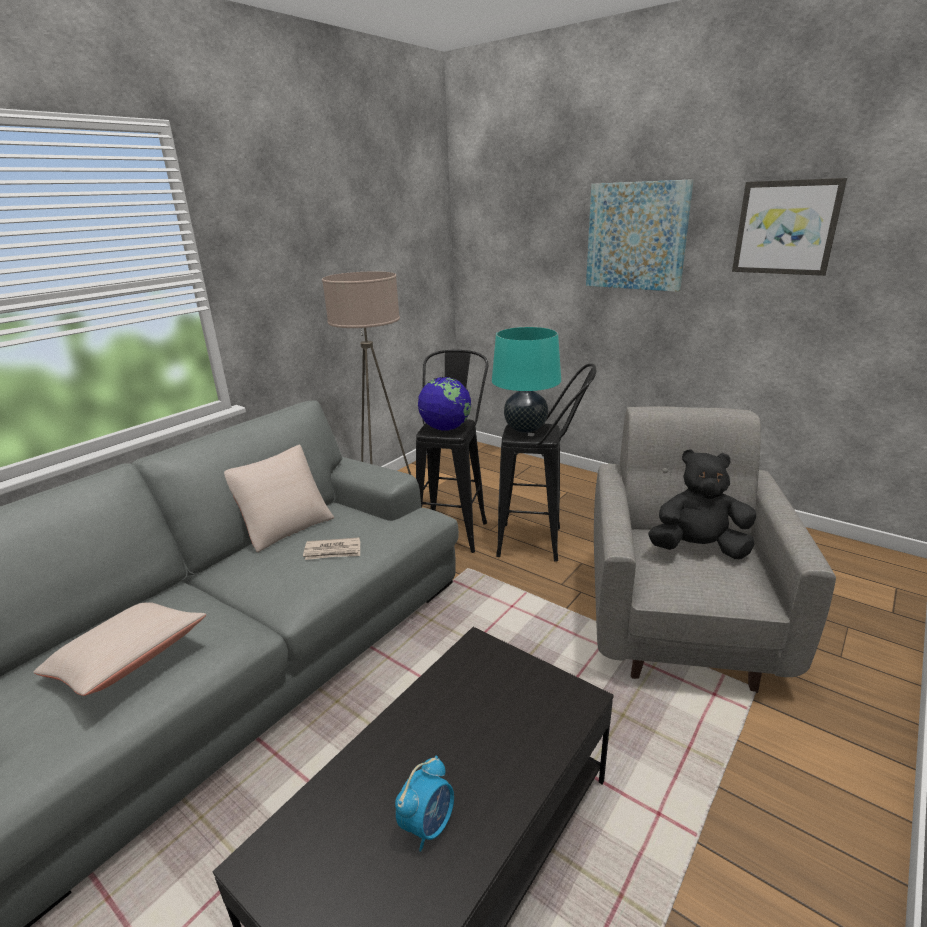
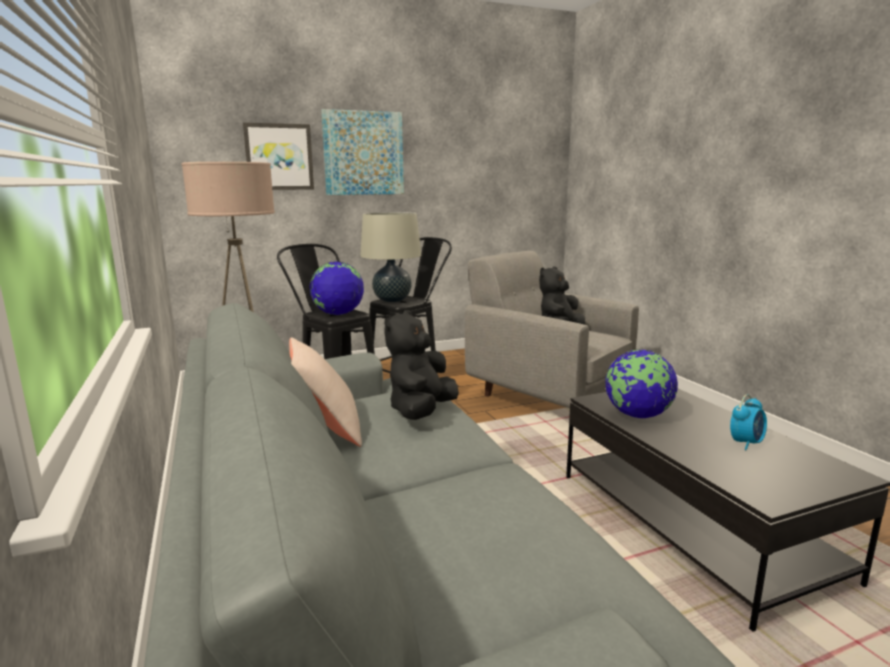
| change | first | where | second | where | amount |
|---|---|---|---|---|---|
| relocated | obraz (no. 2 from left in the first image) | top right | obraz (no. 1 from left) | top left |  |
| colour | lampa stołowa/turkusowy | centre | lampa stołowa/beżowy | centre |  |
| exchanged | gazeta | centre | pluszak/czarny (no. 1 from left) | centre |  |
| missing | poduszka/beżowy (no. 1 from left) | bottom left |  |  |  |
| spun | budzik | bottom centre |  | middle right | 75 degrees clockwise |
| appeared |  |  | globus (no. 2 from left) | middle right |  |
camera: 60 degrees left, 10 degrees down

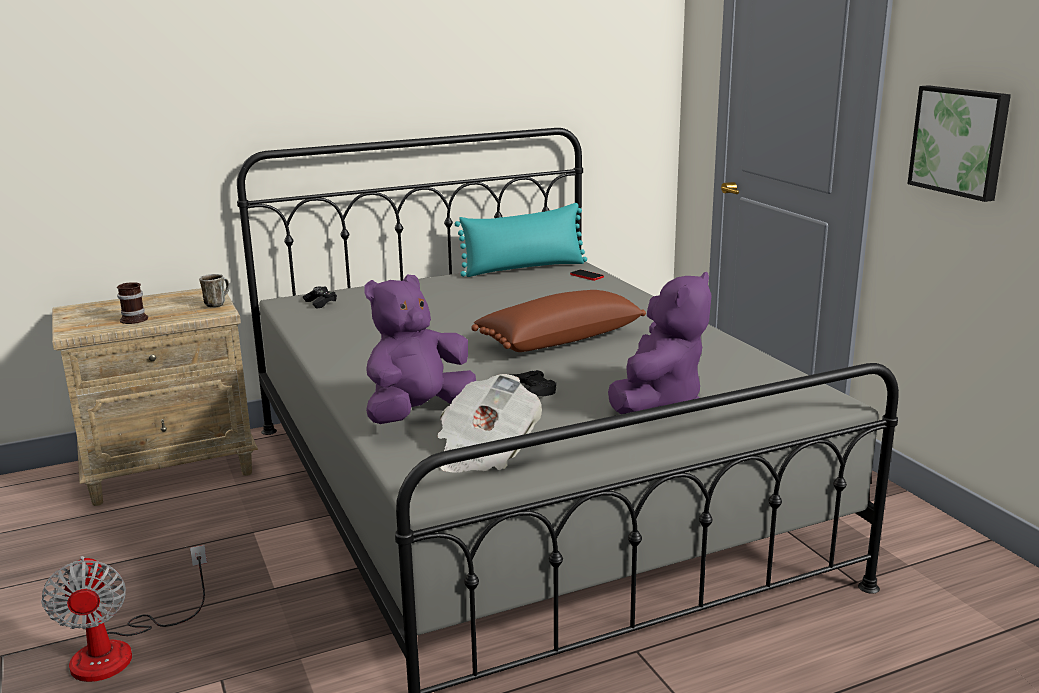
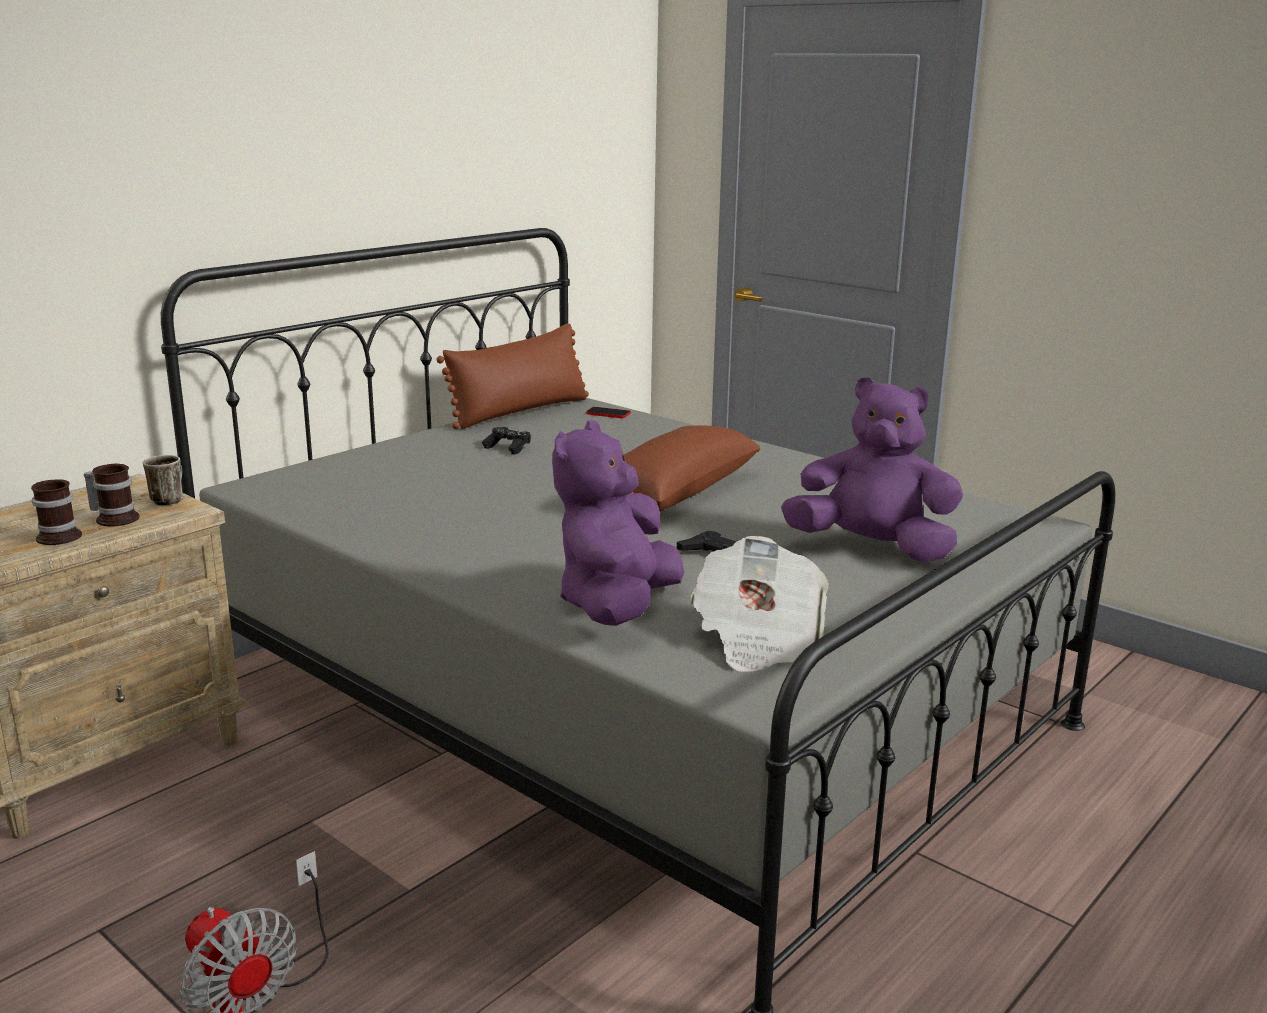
| change | first | where | second | where | amount |
|---|---|---|---|---|---|
| missing | obraz | top right |  |  |  |
| colour | poduszka/turkusowy | centre | poduszka/brązowy (no. 1 from left) | centre |  |
| spun | pluszak/fioletowy (no. 2 from left) | centre |  | middle right | 75 degrees counterclockwise |
| relocated | pad do gier/czarny (no. 1 from left) | middle left |  | centre |  |
| appeared |  |  | kubek (no. 2 from left) | middle left |  |
camera: 25 degrees left, 0 degrees up

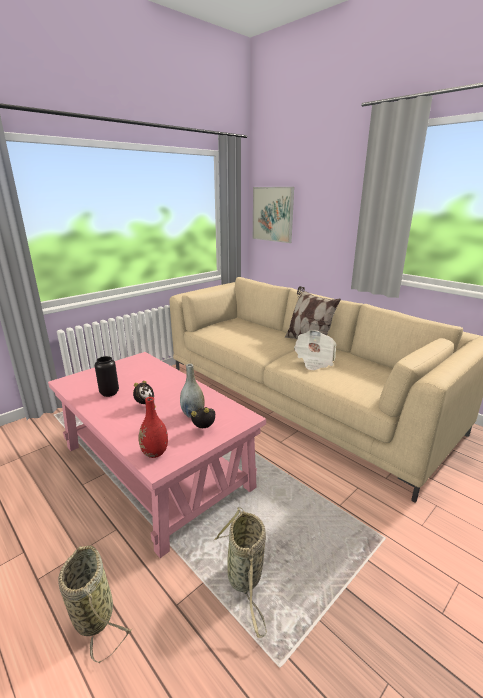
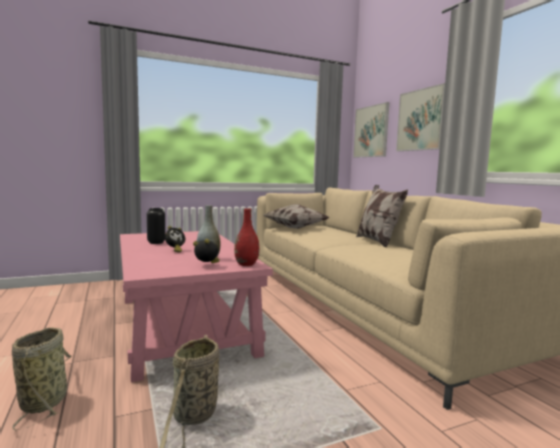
| change | first | where | second | where | amount |
|---|---|---|---|---|---|
| missing | gazeta | centre |  |  |  |
| relocated | wazon/czerwony | middle left |  | centre |  |
| appeared |  |  | obraz (no. 2 from left) | top right |  |
| appeared |  |  | poduszka (no. 1 from left) | centre |  |
camera: 20 degrees right, 15 degrees down

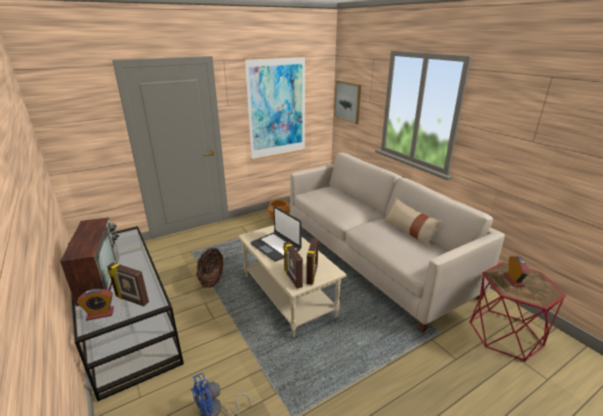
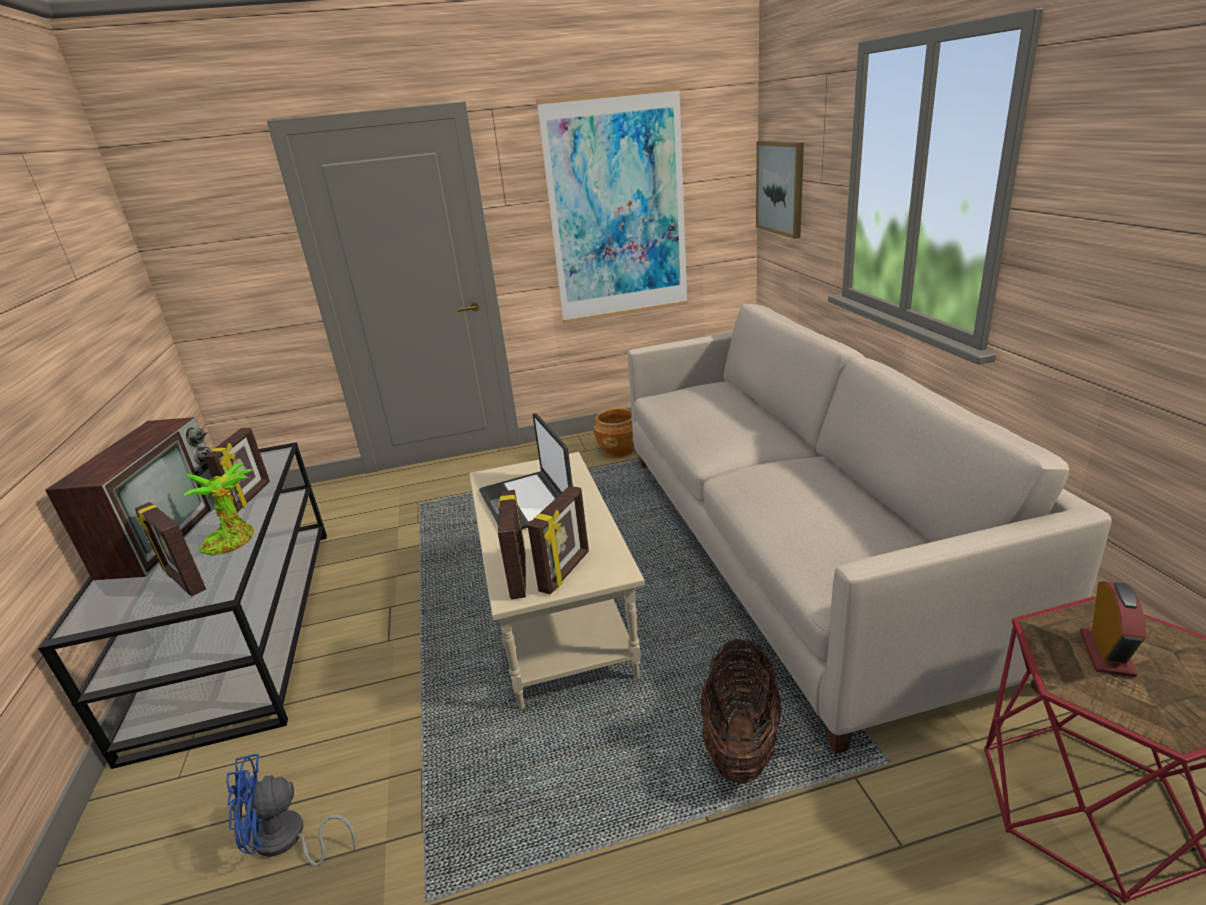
| change | first | where | second | where | amount |
|---|---|---|---|---|---|
| missing | poduszka/beżowy | middle right |  |  |  |
| relocated | koszyk | centre |  | bottom centre |  |
| missing | budzik (no. 1 from left) | bottom left |  |  |  |
| appeared |  |  | ramka na zdjęcie (no. 2 from left) | middle left |  |
| appeared |  |  | roślina doniczkowa | middle left |  |
camera: 20 degrees right, 0 degrees up

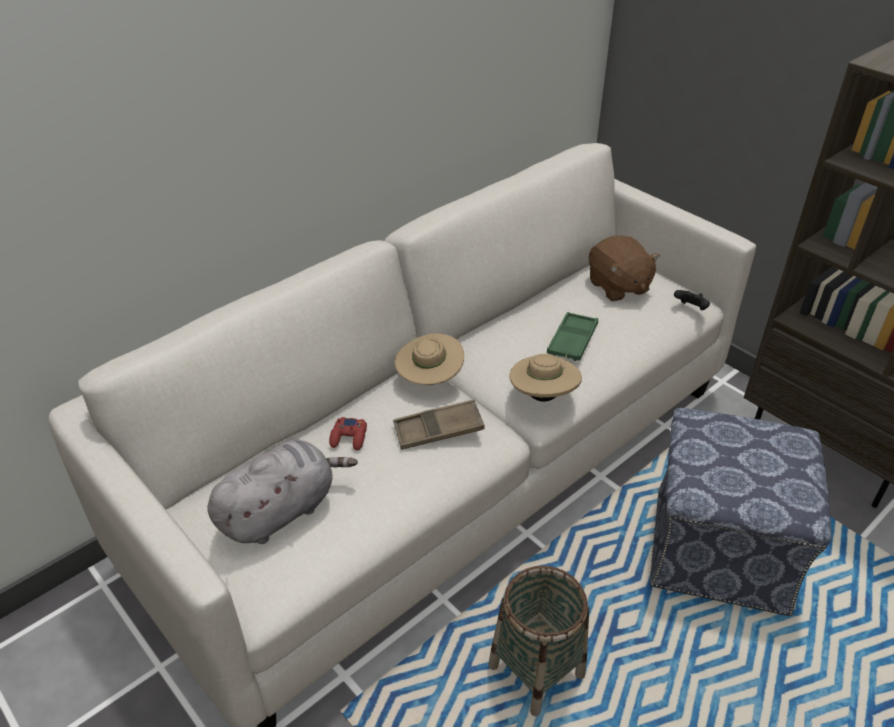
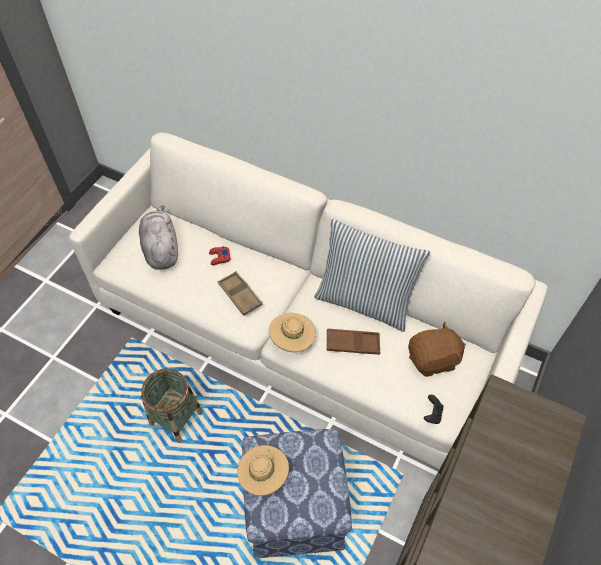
| change | first | where | second | where | amount |
|---|---|---|---|---|---|
| spun | pluszak/brązowy | middle right |  | middle right | 150 degrees counterclockwise |
| colour | taca/zielony | centre | taca/brązowy (no. 2 from left) | centre |  |
| relocated | kapelusz/beżowy (no. 1 from left) | centre |  | bottom centre |  |
| spun | pluszak/szary | bottom left |  | middle left | 135 degrees counterclockwise |
| appeared |  |  | poduszka | centre |  |
camera: 70 degrees right, 15 degrees up

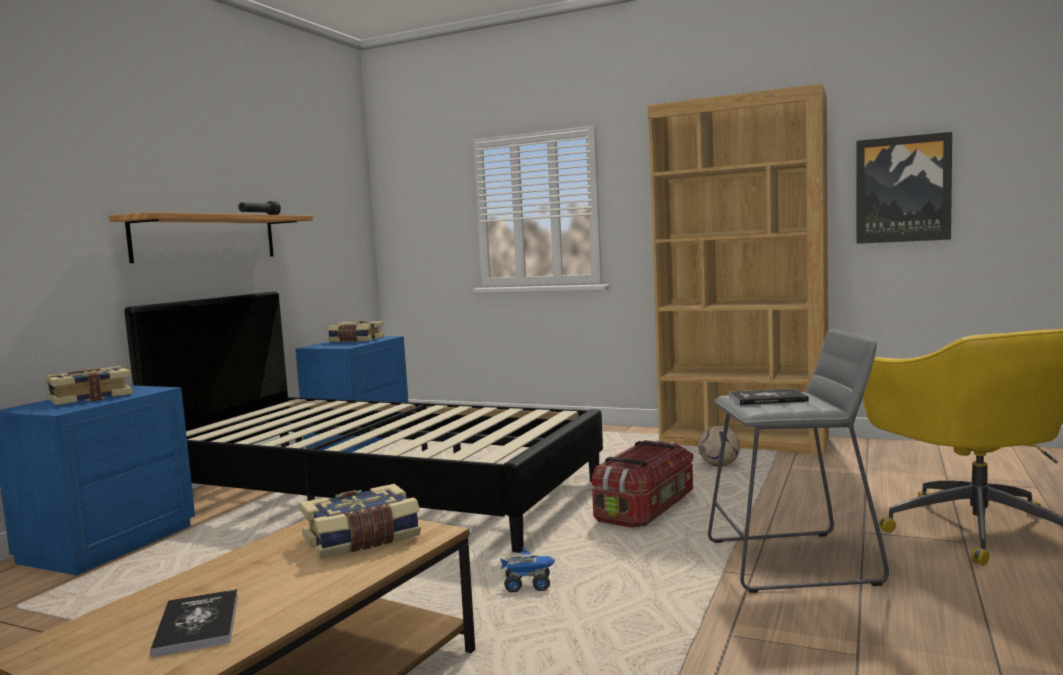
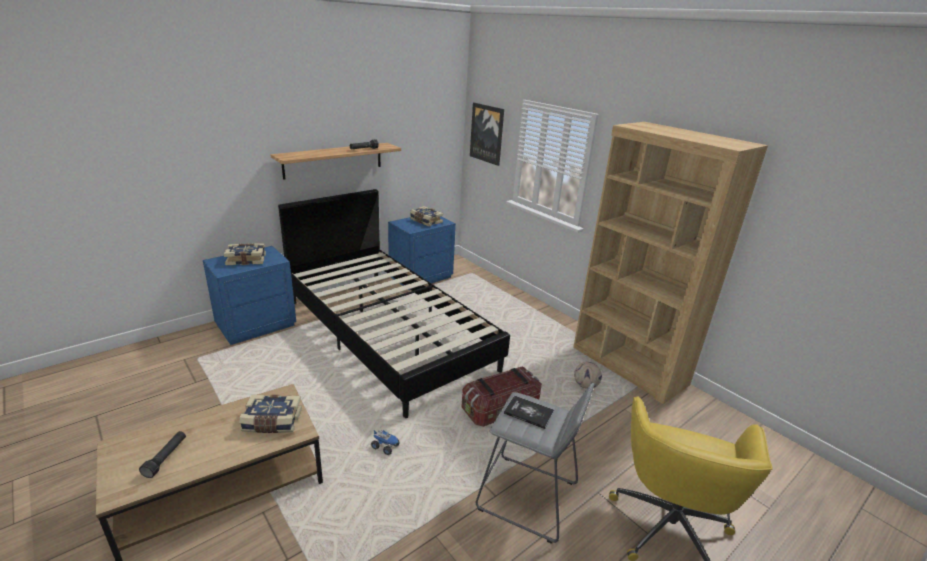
| change | first | where | second | where | amount |
|---|---|---|---|---|---|
| relocated | obraz | top right |  | top centre |  |
| exchanged | książka (no. 2 from left) | bottom left | latarka/czarny (no. 1 from left) | bottom left |  |
camera: 25 degrees right, 20 degrees up

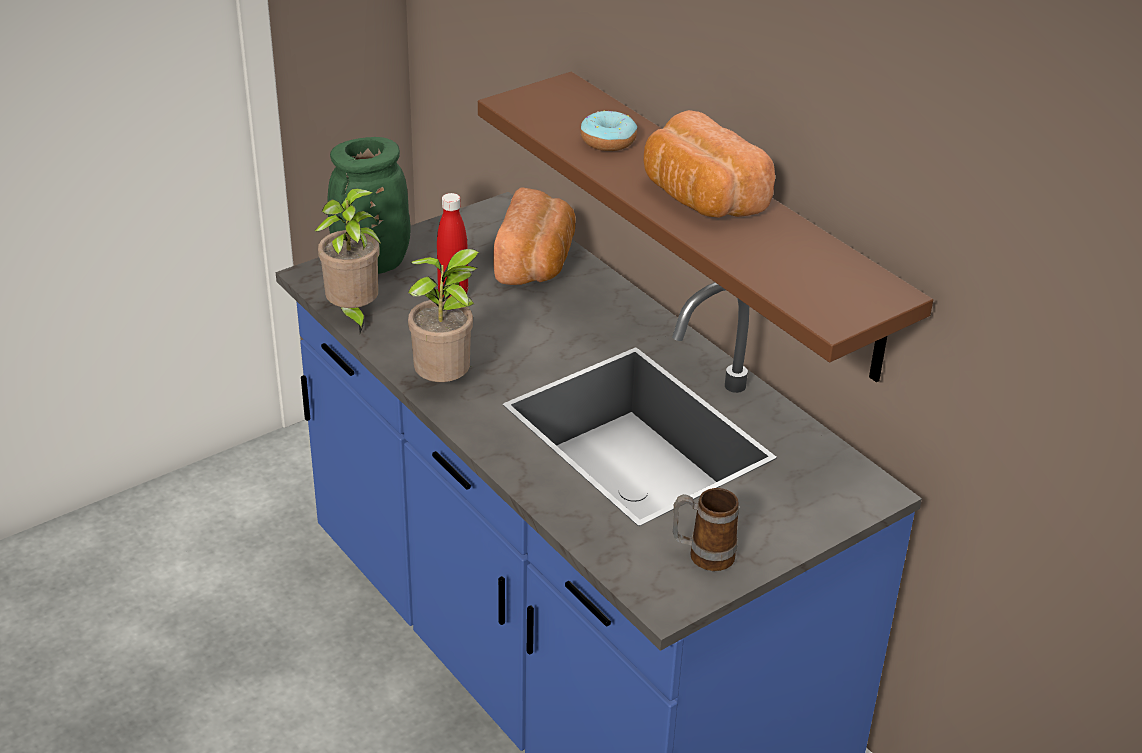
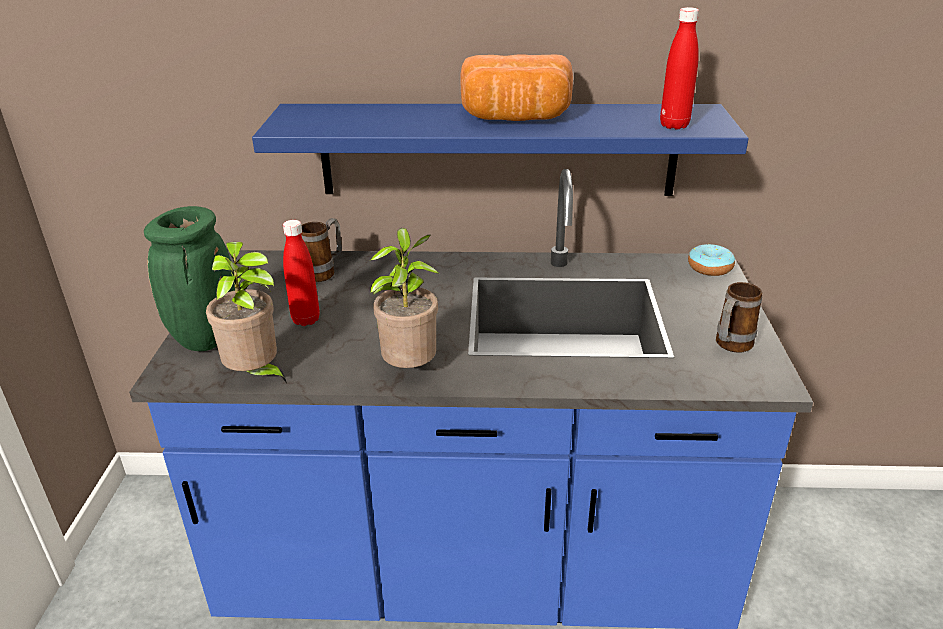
| change | first | where | second | where | amount |
|---|---|---|---|---|---|
| colour | półka/brązowy | top centre | półka/niebieski | top centre |  |
| relocated | donut | top centre |  | middle right |  |
| exchanged | chleb (no. 1 from left) | top centre | kubek (no. 1 from left) | centre |  |
| appeared |  |  | butelka/czerwony (no. 2 from left) | top right |  |
camera: 50 degrees left, 5 degrees down

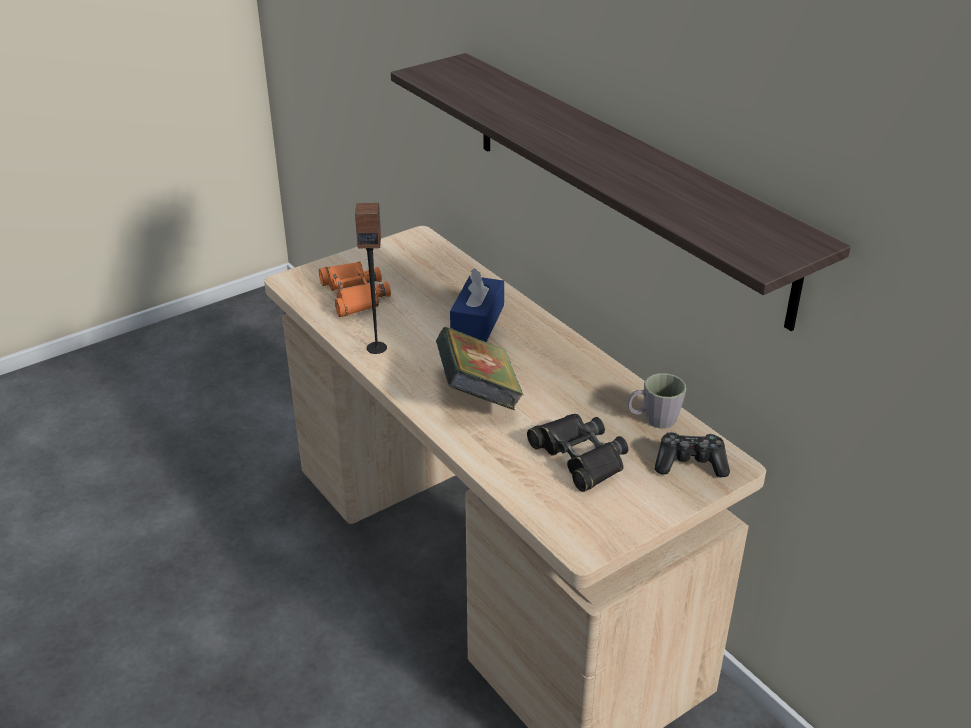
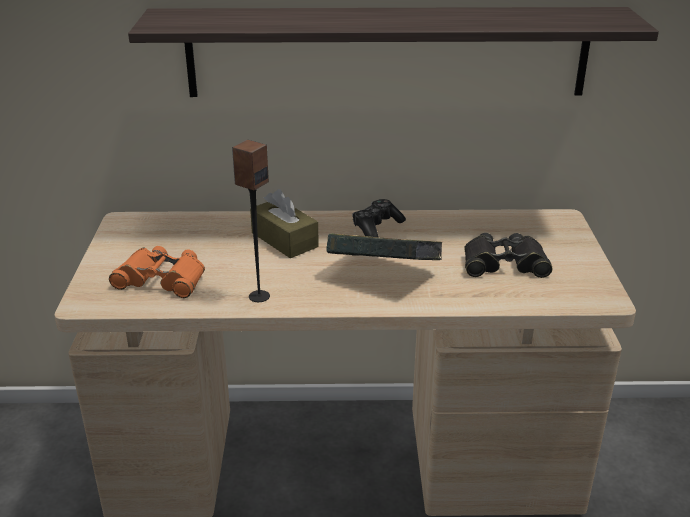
| change | first | where | second | where | amount |
|---|---|---|---|---|---|
| colour | pudełko chusteczek/niebieski | centre | pudełko chusteczek/brązowy | centre |  |
| missing | kubek/szary | middle right |  |  |  |
| relocated | pad do gier | middle right |  | centre |  |
camera: 55 degrees left, 5 degrees down

